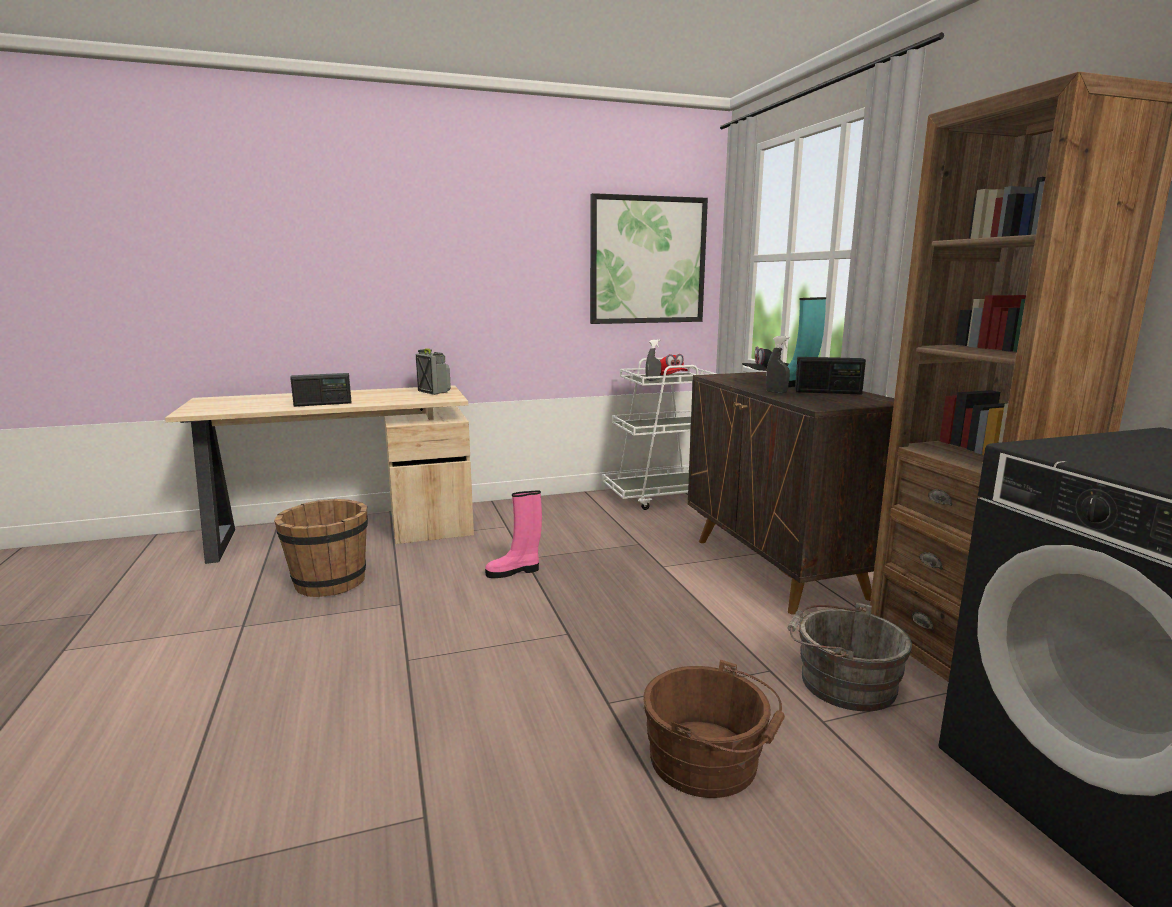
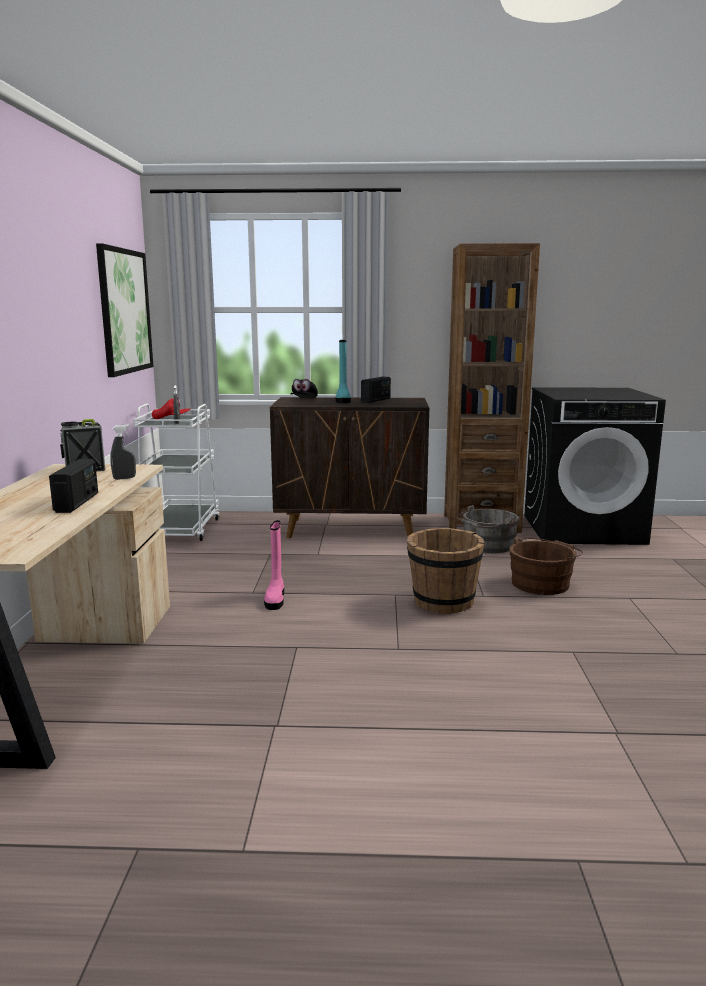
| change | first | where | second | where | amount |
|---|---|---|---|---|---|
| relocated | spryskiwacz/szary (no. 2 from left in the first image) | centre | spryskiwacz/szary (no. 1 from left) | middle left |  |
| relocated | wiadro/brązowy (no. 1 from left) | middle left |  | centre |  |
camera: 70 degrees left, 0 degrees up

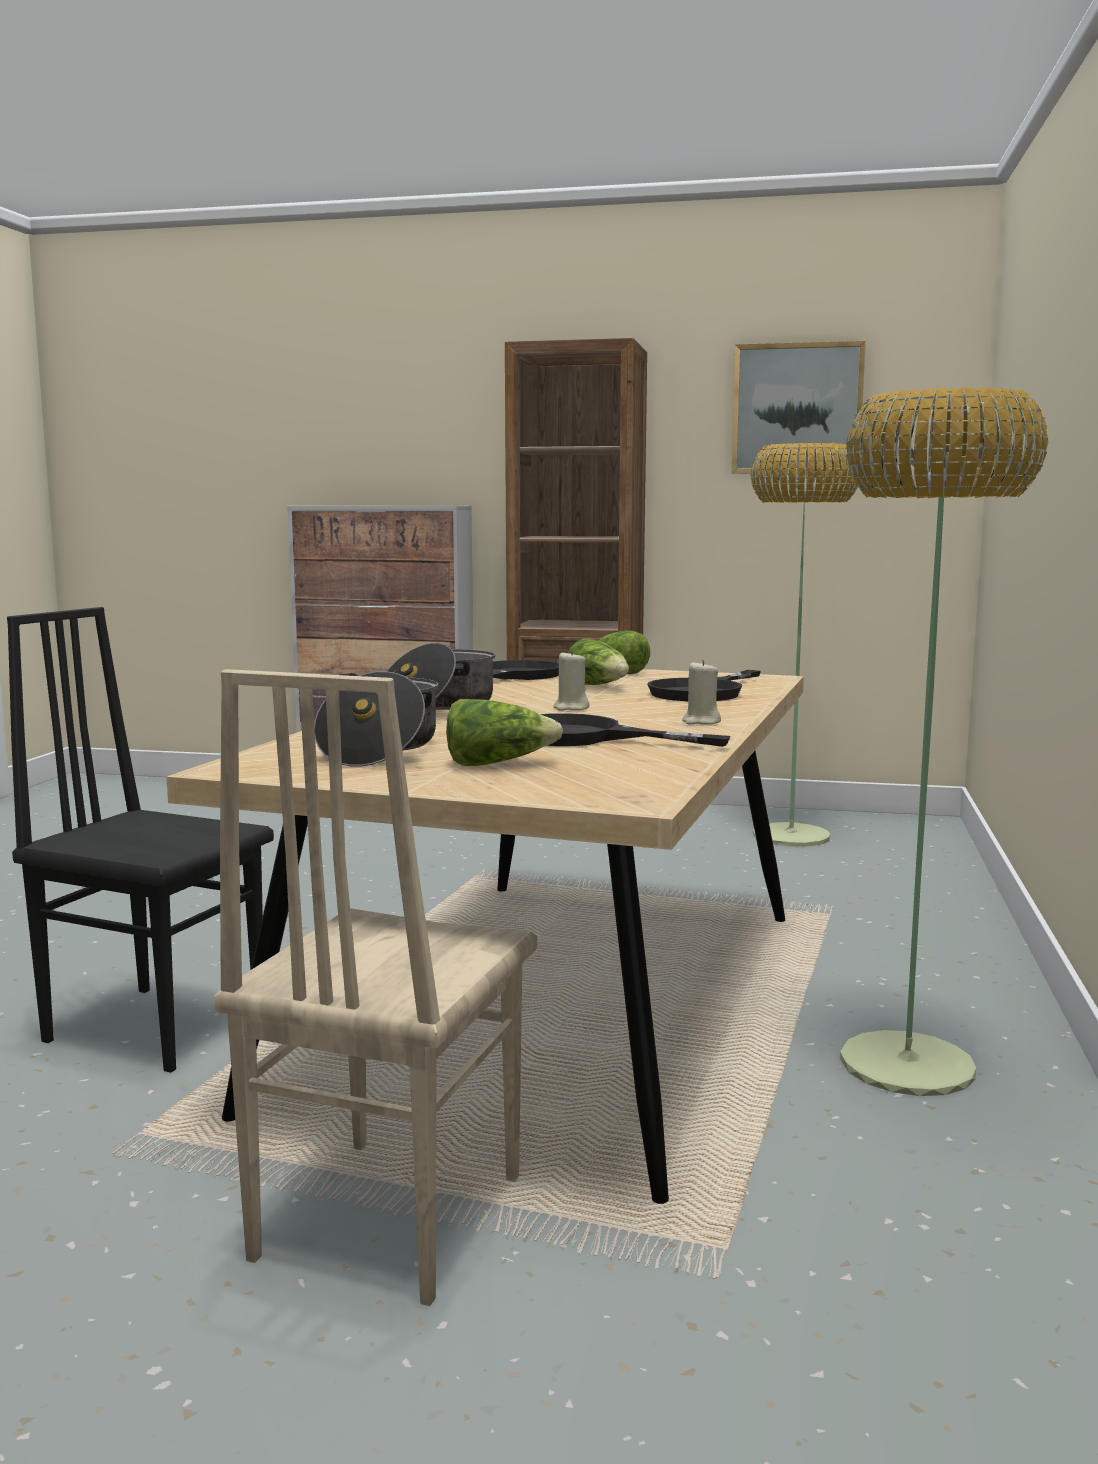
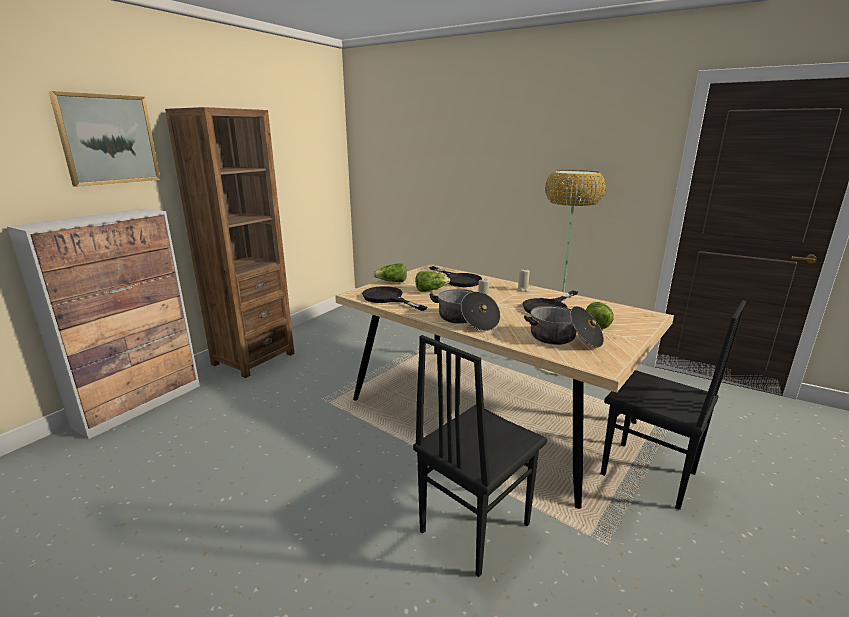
| change | first | where | second | where | amount |
|---|---|---|---|---|---|
| relocated | obraz | top right |  | top left |  |
| missing | lampa stojąca (no. 1 from left) | middle right |  |  |  |
| colour | krzesło/beżowy | bottom centre | krzesło/czarny (no. 2 from left) | middle right |  |
camera: 70 degrees left, 10 degrees up

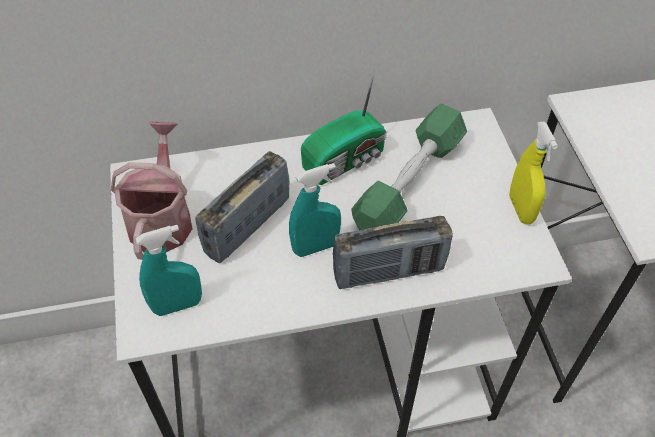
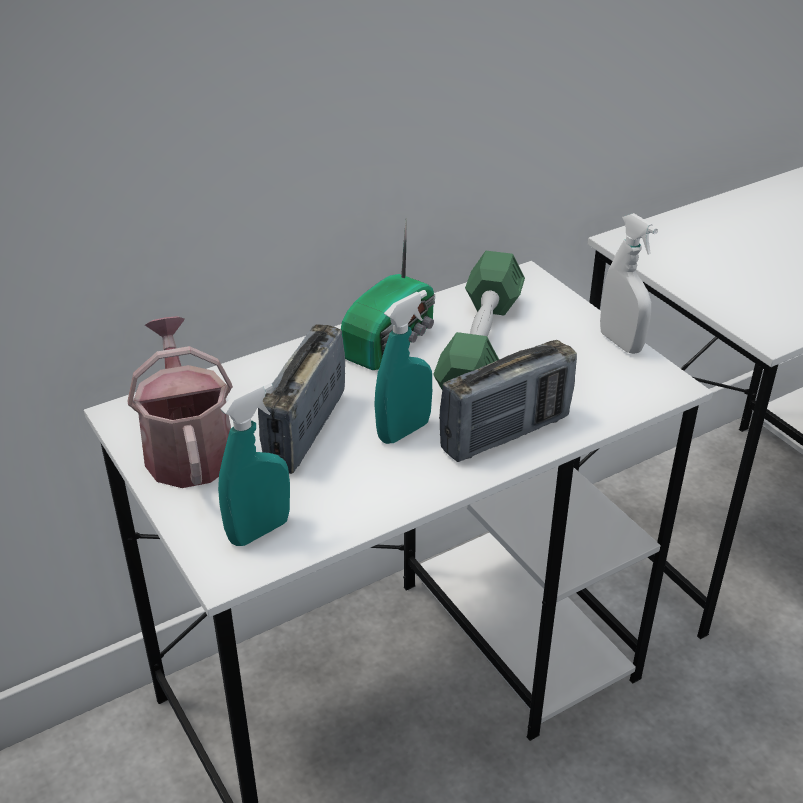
| change | first | where | second | where | amount |
|---|---|---|---|---|---|
| colour | spryskiwacz/żółty | middle right | spryskiwacz/biały | middle right |  |
camera: 20 degrees left, 15 degrees down

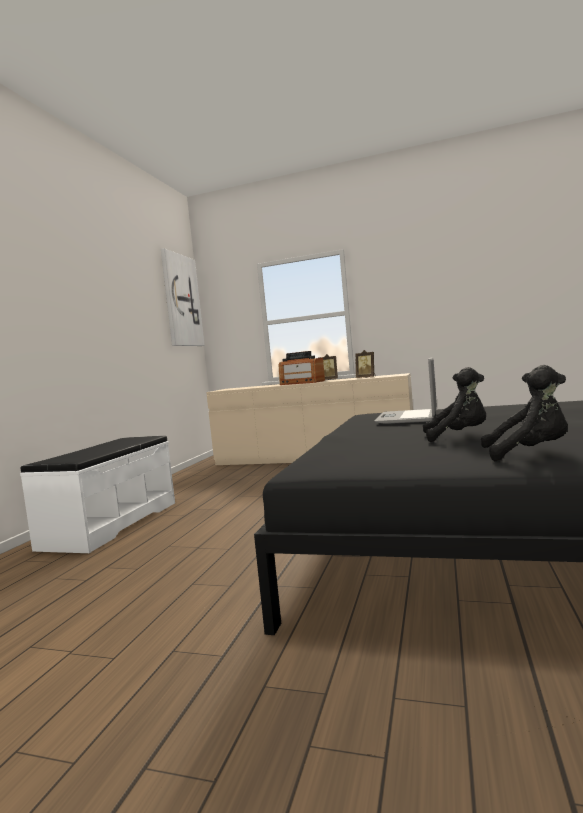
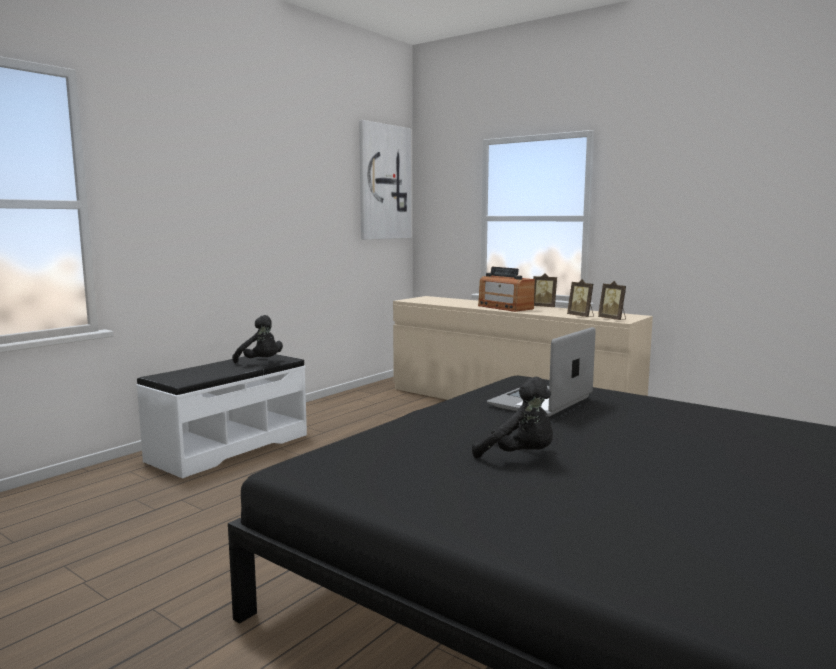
| change | first | where | second | where | amount |
|---|---|---|---|---|---|
| relocated | pluszak/czarny (no. 2 from left in the first image) | middle right | pluszak/czarny (no. 1 from left) | middle left |  |
| appeared |  |  | ramka na zdjęcie (no. 3 from left) | middle right |  |
camera: 20 degrees right, 5 degrees up

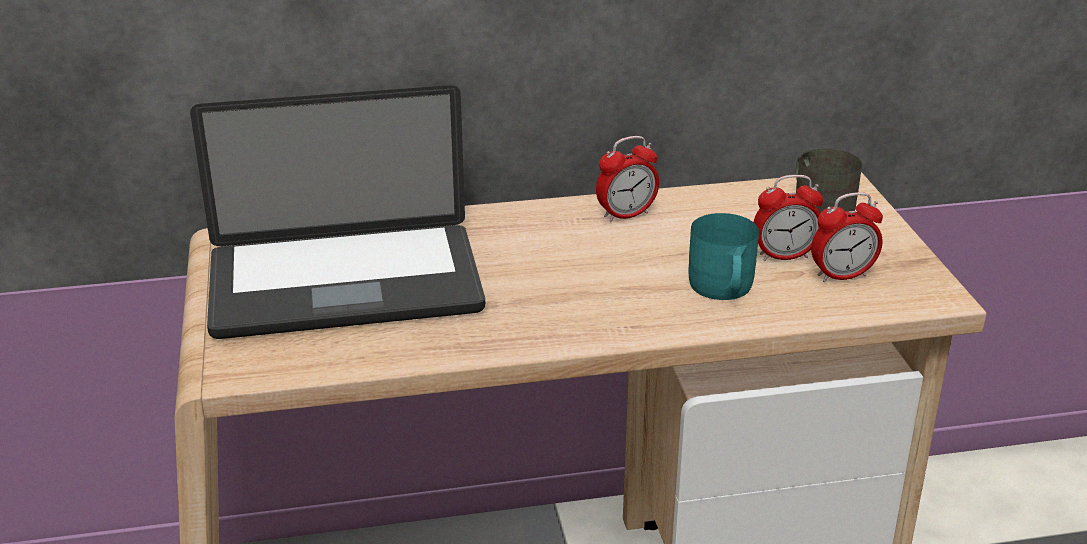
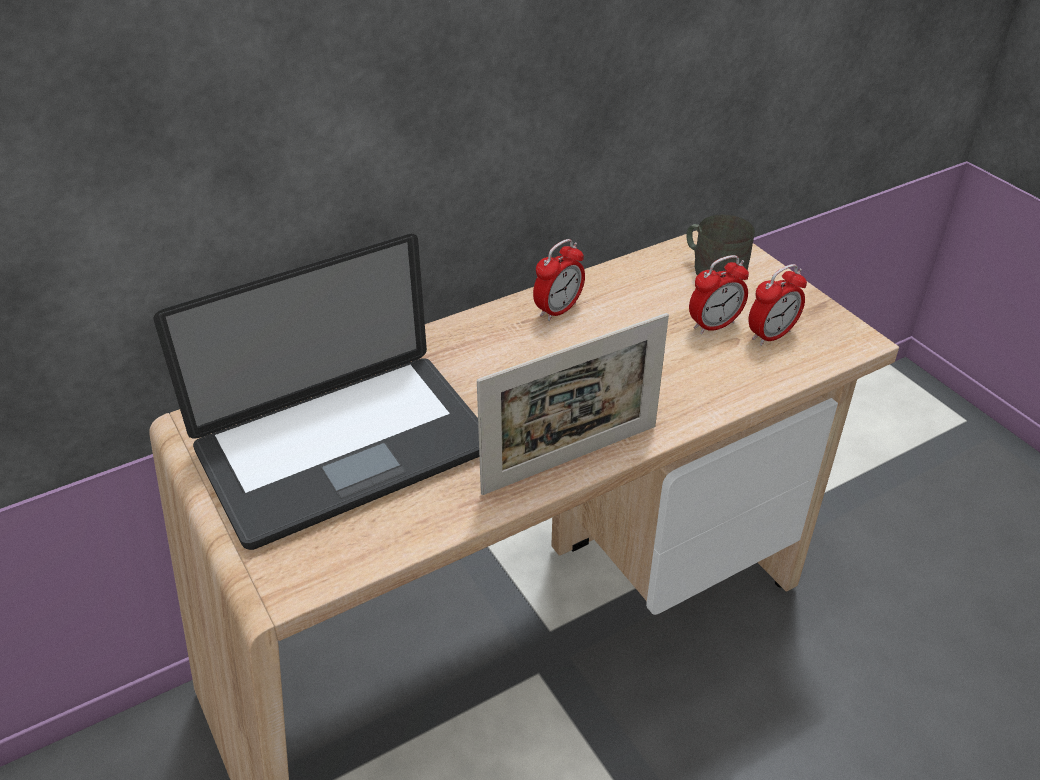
| change | first | where | second | where | amount |
|---|---|---|---|---|---|
| missing | kubek/turkusowy | centre |  |  |  |
| appeared |  |  | ramka na zdjęcie | centre |  |
camera: 20 degrees left, 10 degrees up

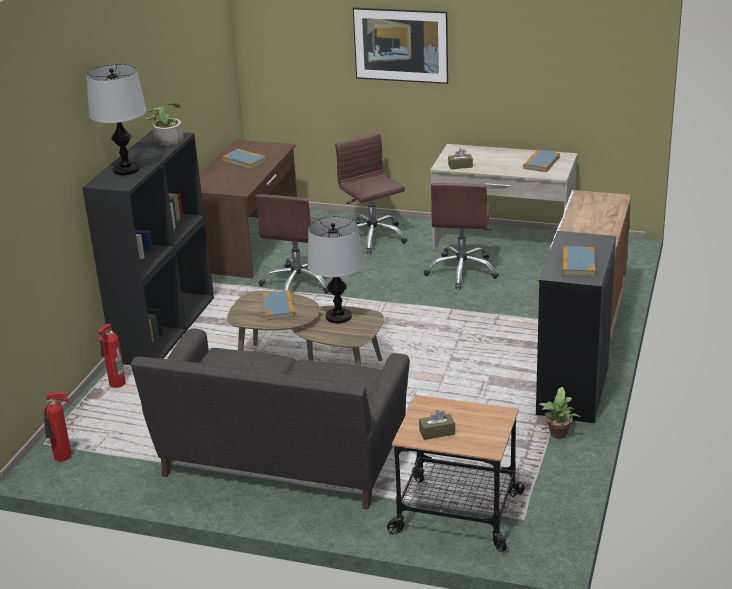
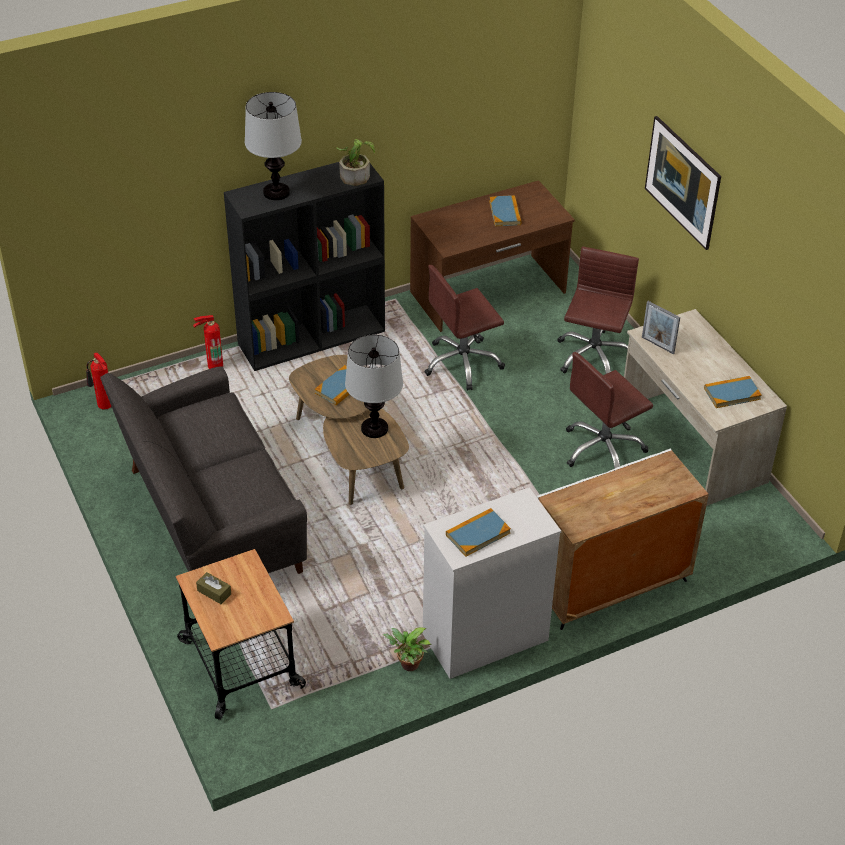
| change | first | where | second | where | amount |
|---|---|---|---|---|---|
| exchanged | pudełko chusteczek/brązowy (no. 2 from left) | top centre | ramka na zdjęcie | middle right |  |
| colour | komoda/czarny | middle right | komoda/biały | bottom centre |  |
camera: 45 degrees right, 15 degrees up

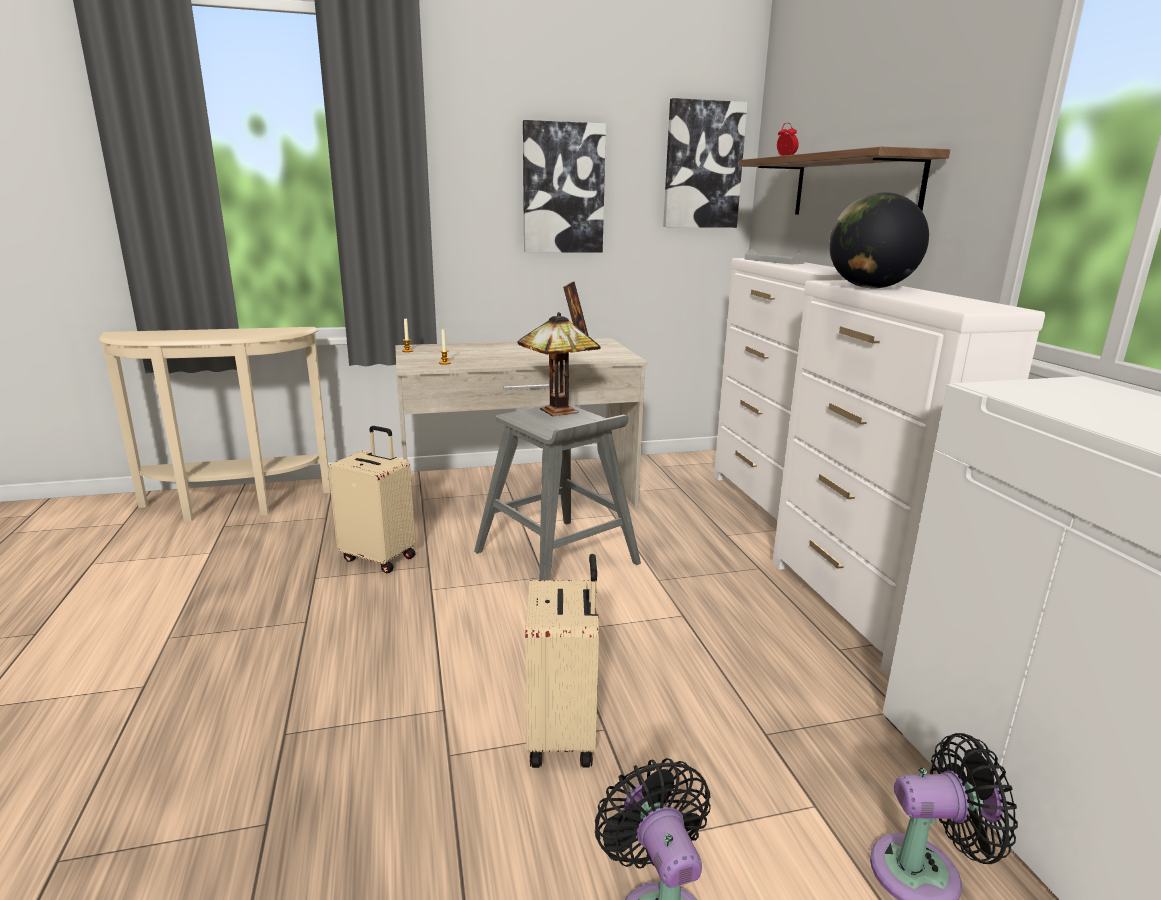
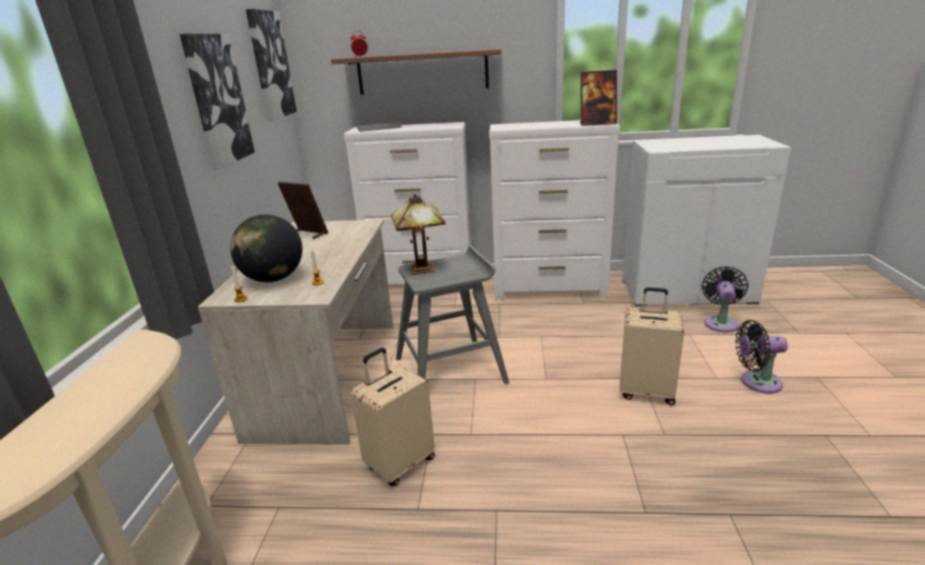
| change | first | where | second | where | amount |
|---|---|---|---|---|---|
| relocated | globus | top right |  | middle left |  |
| appeared |  |  | ramka na zdjęcie (no. 2 from left) | top centre |  |
camera: 70 degrees left, 5 degrees up

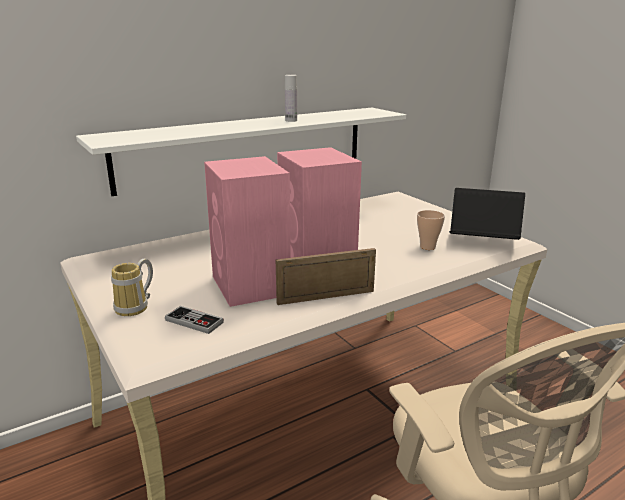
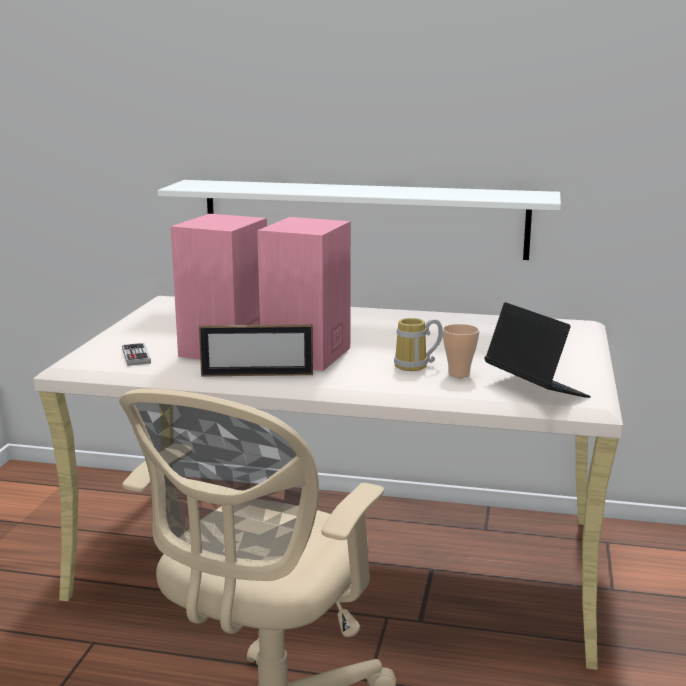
| change | first | where | second | where | amount |
|---|---|---|---|---|---|
| missing | butelka/biały | top centre |  |  |  |
| spun | ramka na zdjęcie | centre |  | centre | 150 degrees clockwise |
| relocated | kubek | middle left |  | centre |  |
camera: 45 degrees right, 5 degrees down

